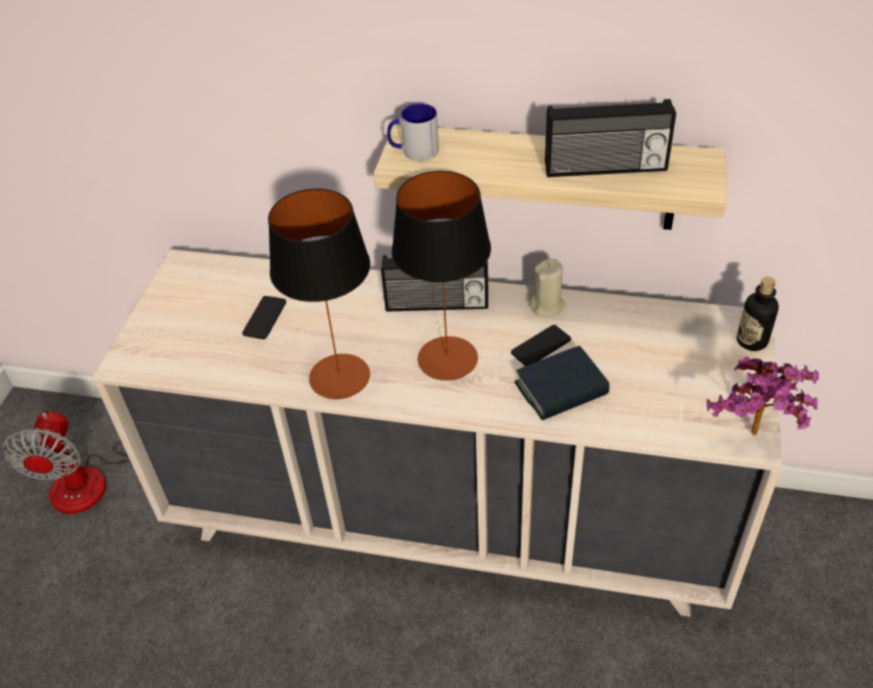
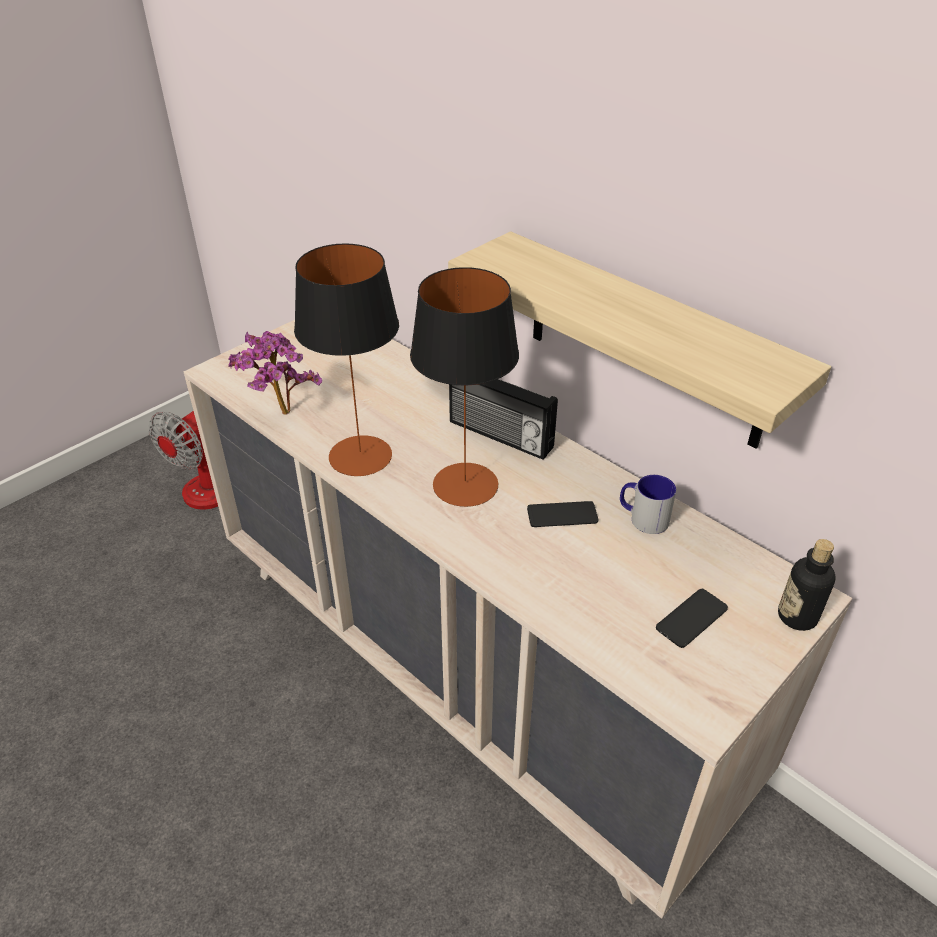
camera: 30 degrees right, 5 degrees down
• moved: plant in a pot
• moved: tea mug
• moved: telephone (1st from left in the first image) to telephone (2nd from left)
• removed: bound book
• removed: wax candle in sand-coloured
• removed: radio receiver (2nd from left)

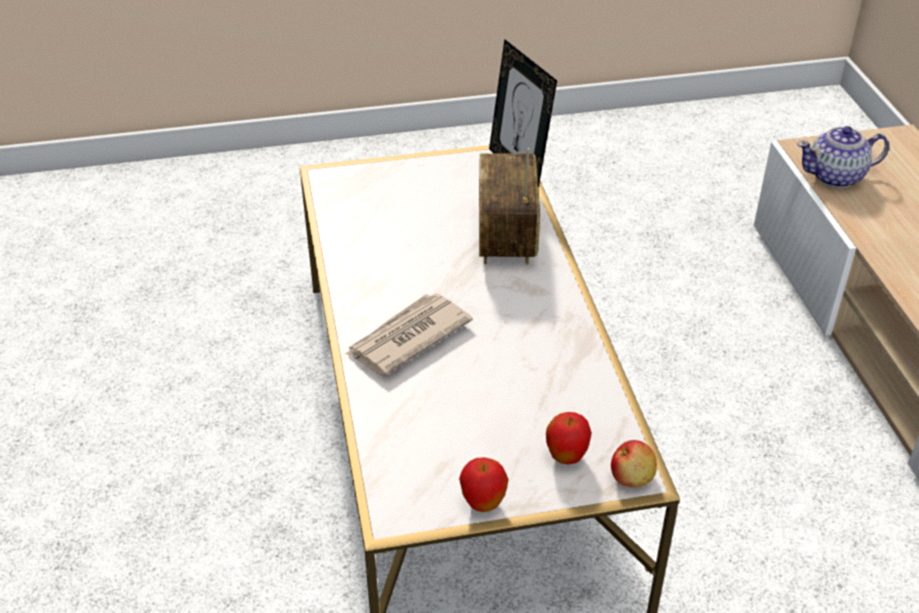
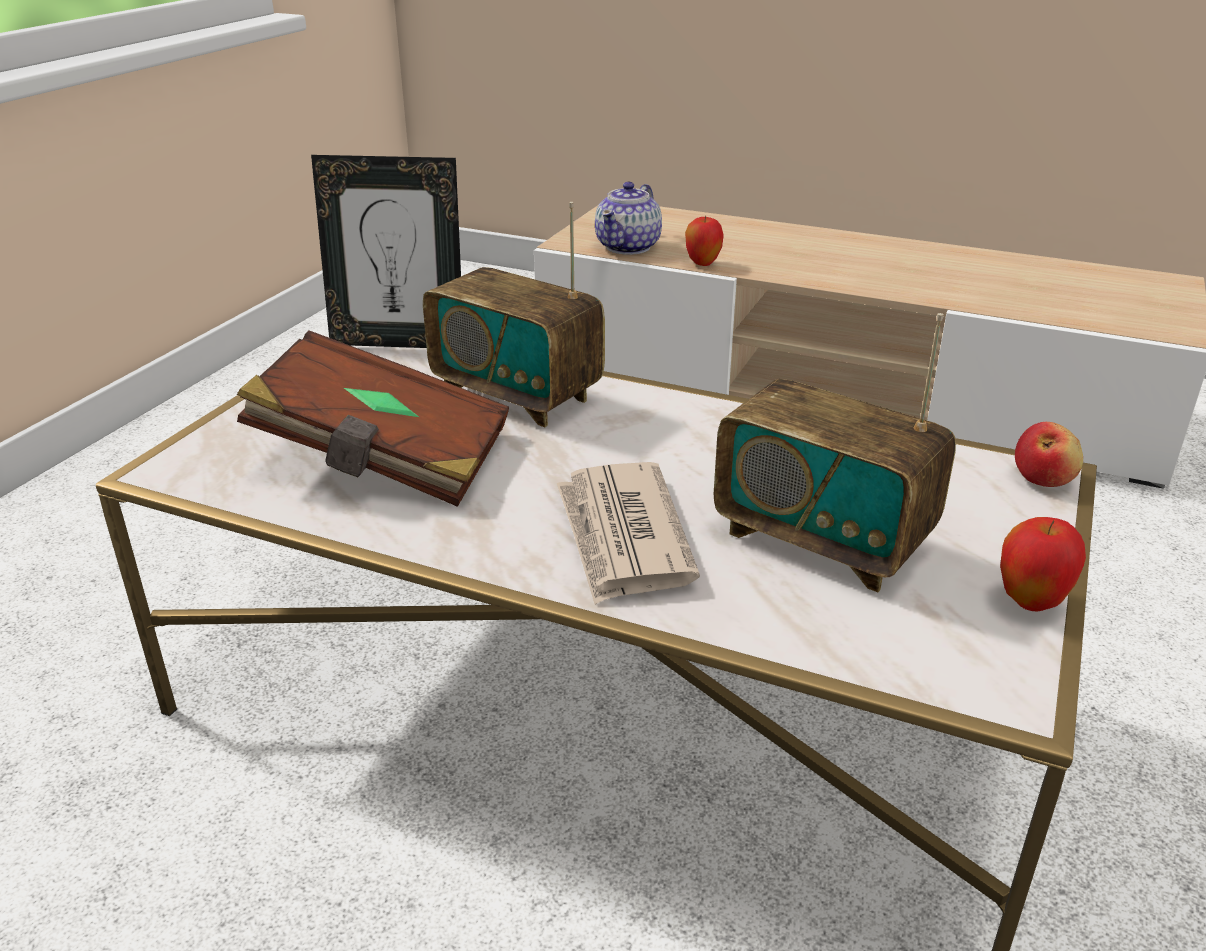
camera: 55 degrees left, 10 degrees down
• added: bound book in brownish
• moved: apple fruit (2nd from left in the first image) to apple fruit (1st from left)
• added: radio receiver (2nd from left)

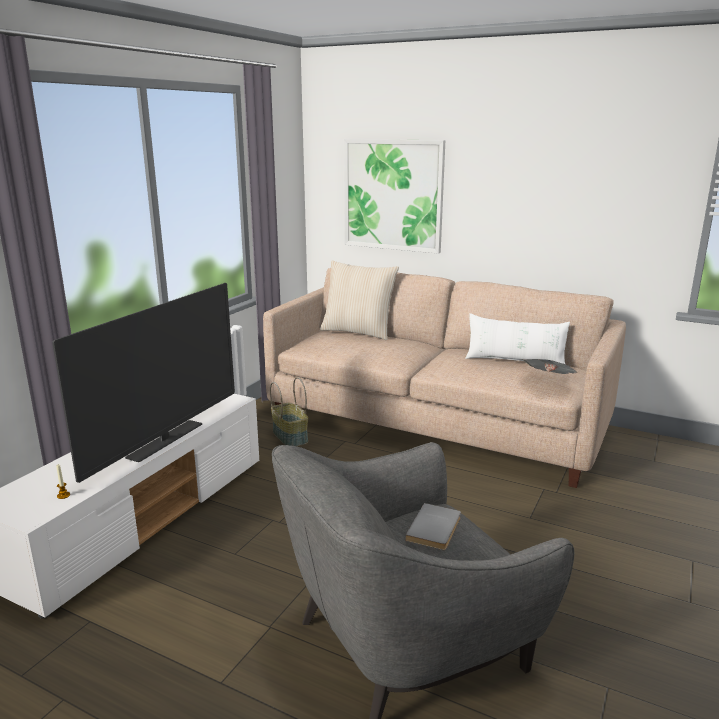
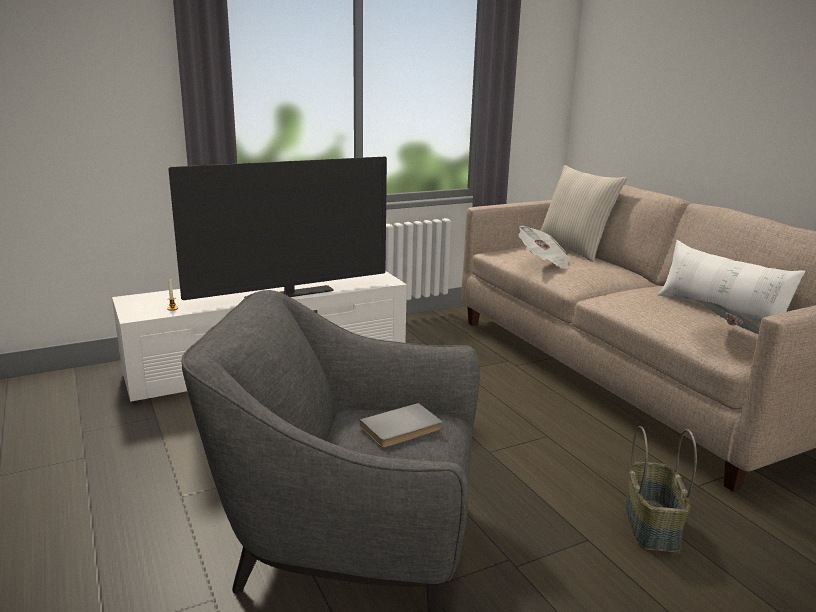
camera: 35 degrees right, 0 degrees up
• added: printed paper (1st from left)
• moved: household basket
• removed: picture

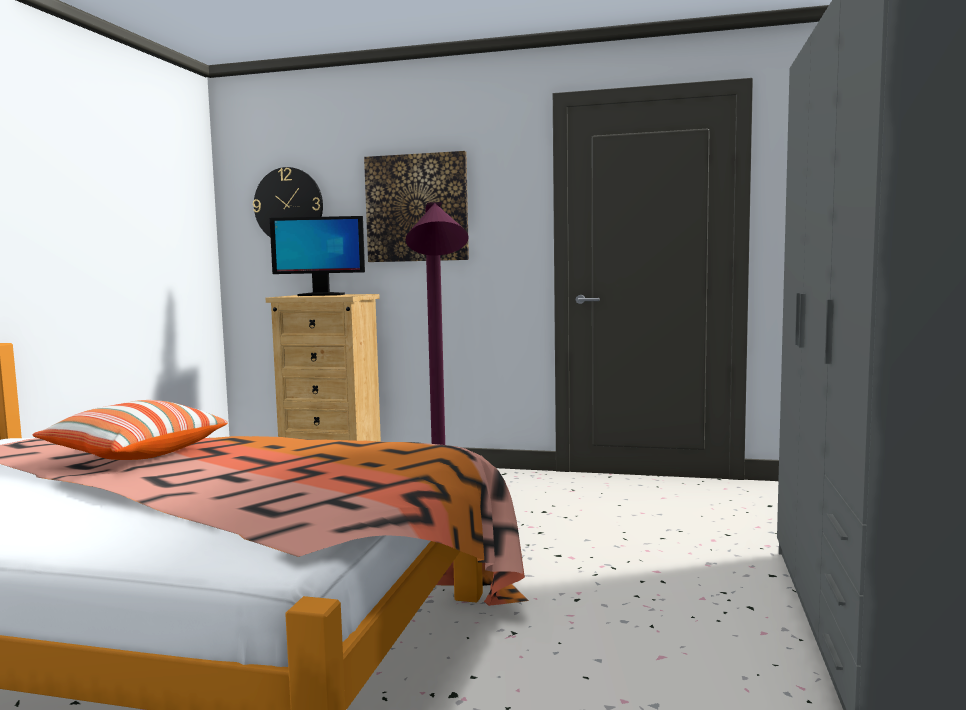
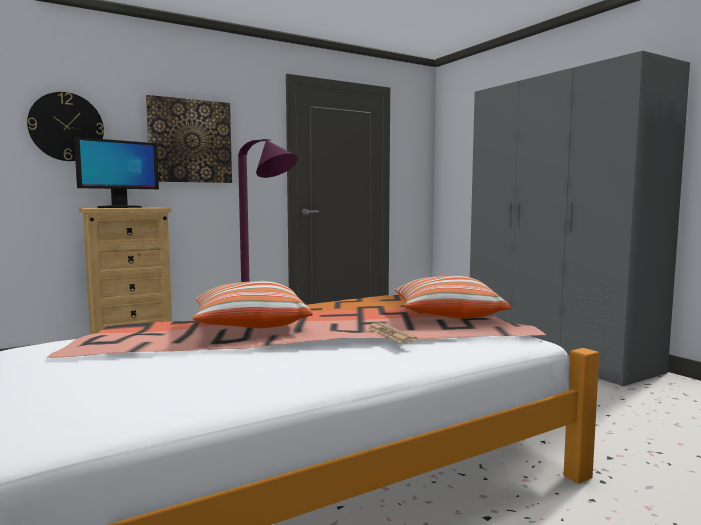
camera: 45 degrees left, 0 degrees up
• added: printed paper
• added: cushion (2nd from left)

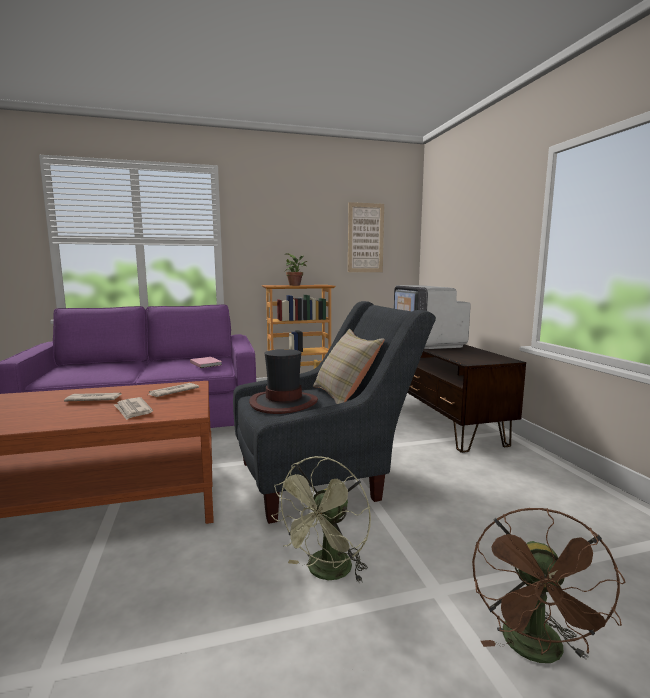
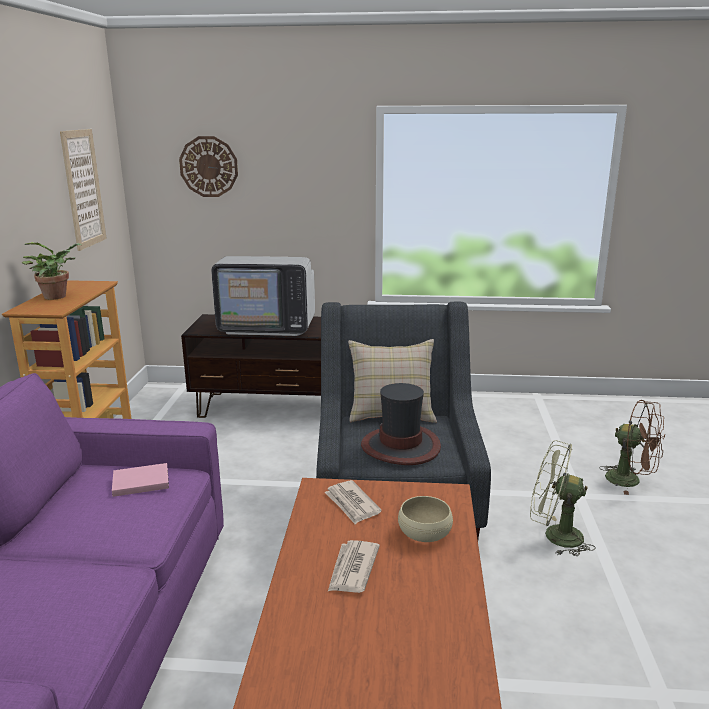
camera: 70 degrees left, 10 degrees up
• added: hanging clock
• replaced: printed paper (2nd from left) to bowl in sand-coloured
• turned: electric fan in green-coloured 150 degrees clockwise

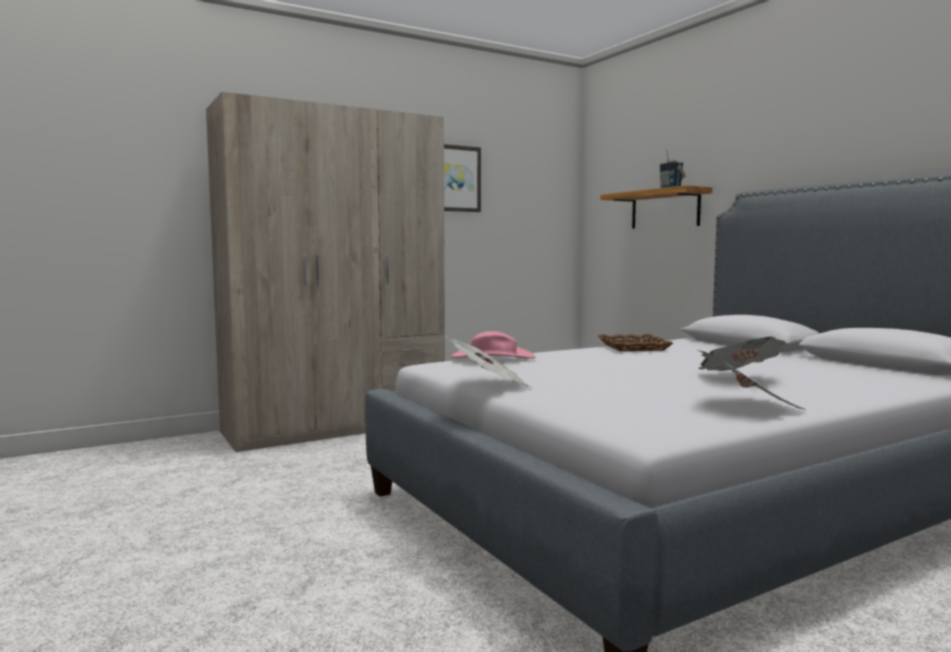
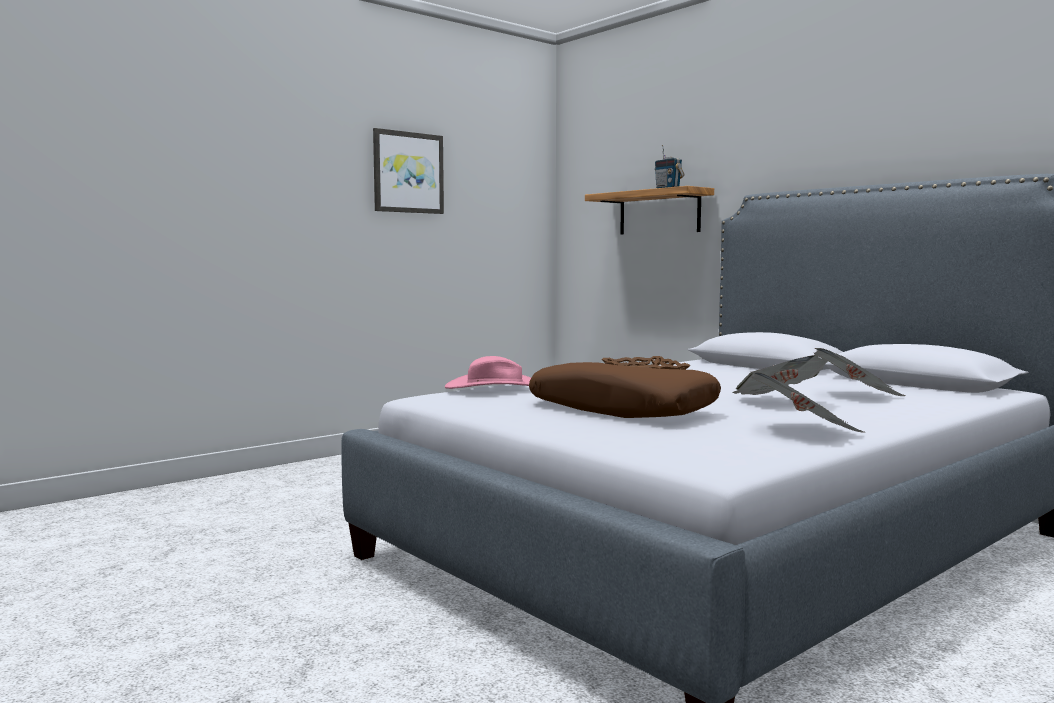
camera: 10 degrees left, 0 degrees up
• added: cushion in brownish
• moved: printed paper (1st from left in the first image) to printed paper (3rd from left)
• removed: armoire in sand-coloured

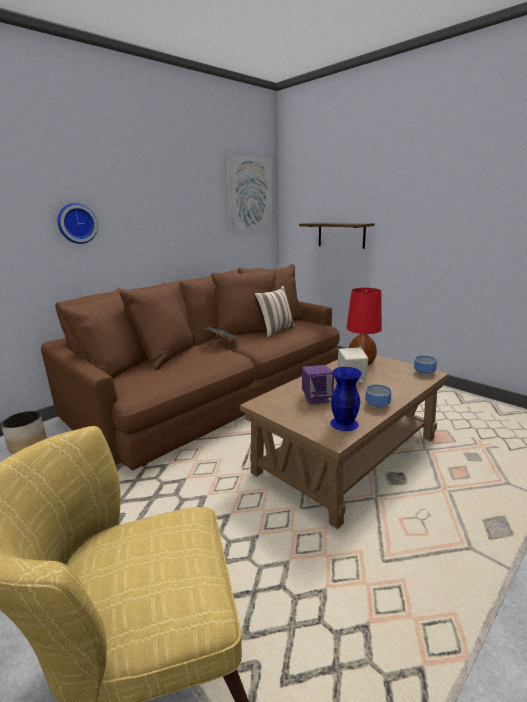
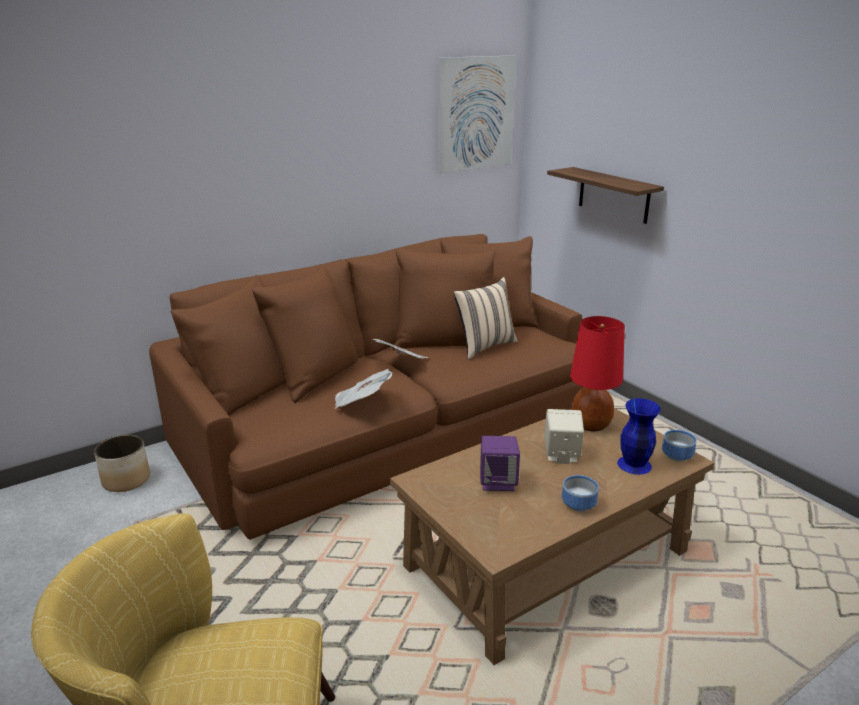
camera: 10 degrees right, 5 degrees up
• added: printed paper (1st from left)
• moved: vase in blue
• removed: hanging clock

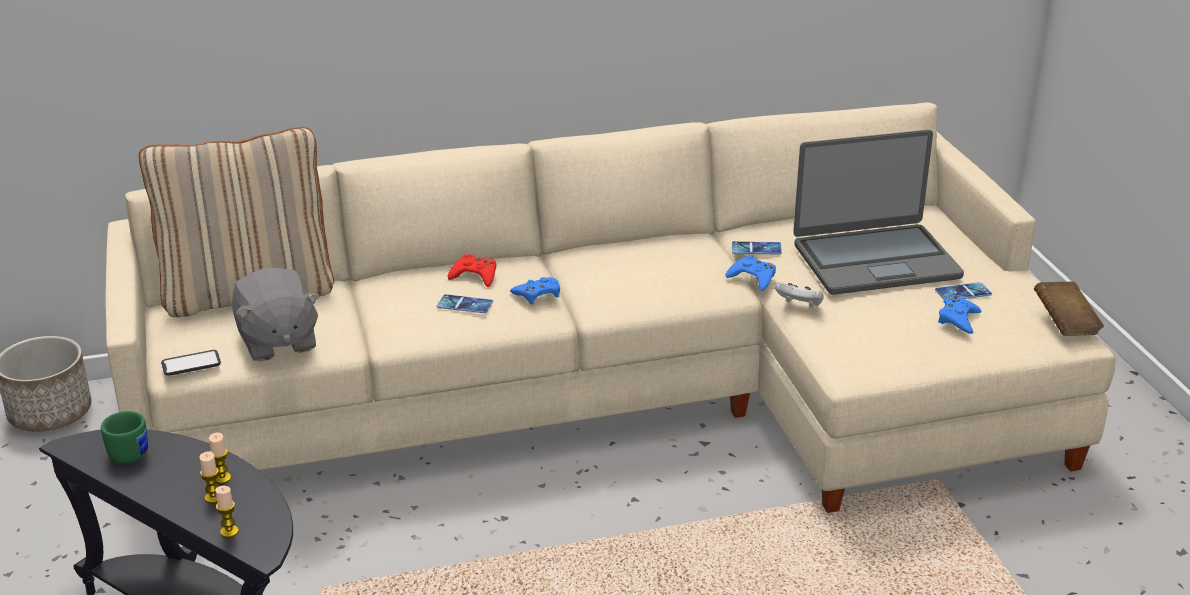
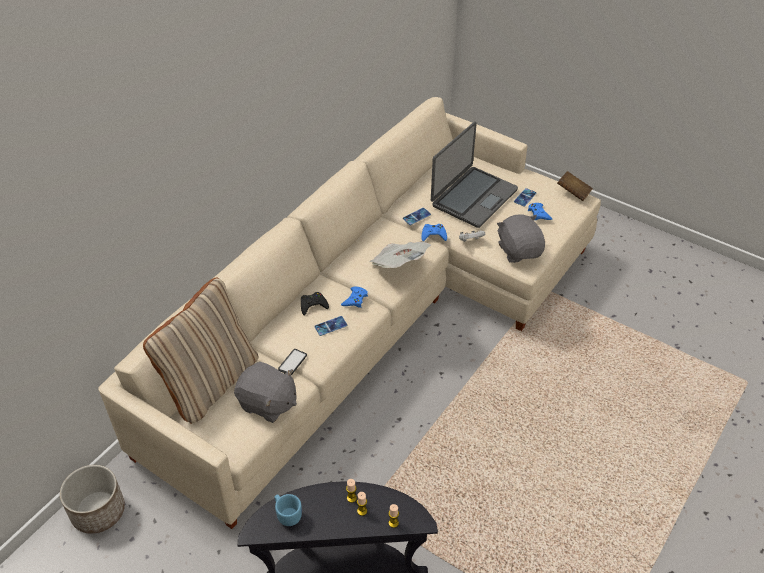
camera: 40 degrees left, 15 degrees up
• recoloured: tea mug in green-coloured to tea mug in blue
• moved: telephone (1st from left)
• recoloured: joypad in reddish to joypad in black
• added: printed paper
• added: soft toy in gray (2nd from left)

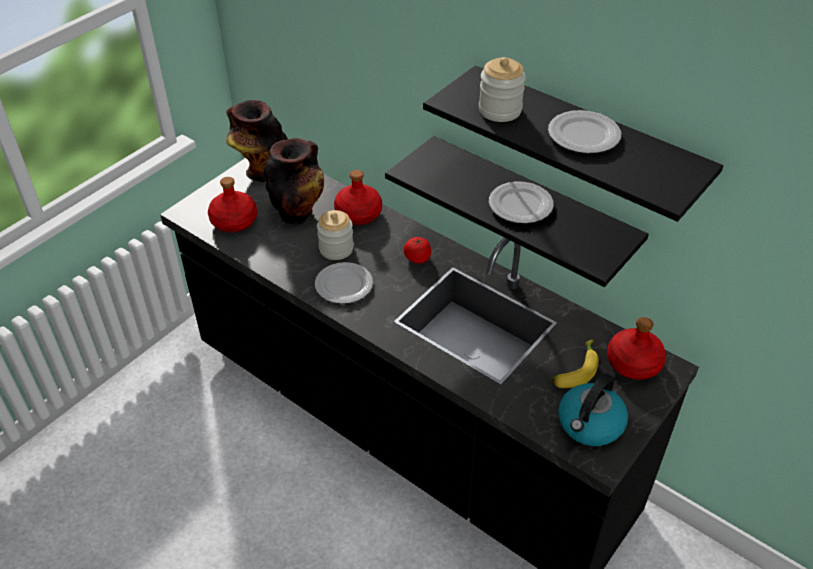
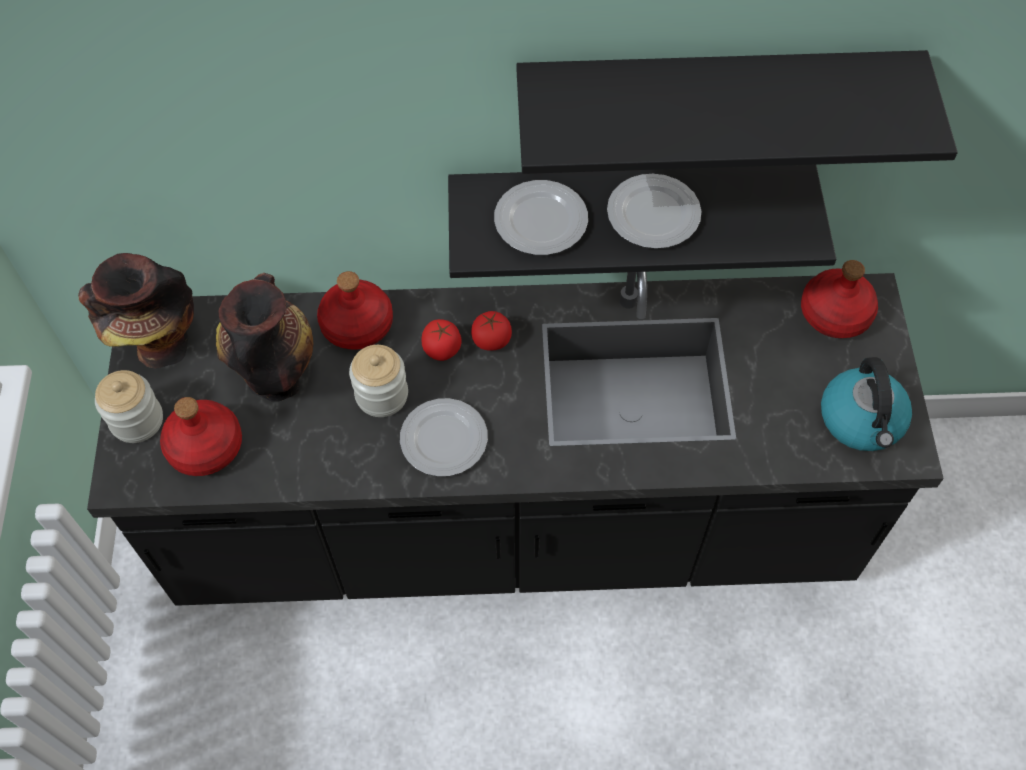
camera: 40 degrees left, 15 degrees up
• moved: storage jar (2nd from left in the first image) to storage jar (1st from left)
• added: fresh tomato (1st from left)
• moved: plate (3rd from left in the first image) to plate (2nd from left)
• removed: banana

